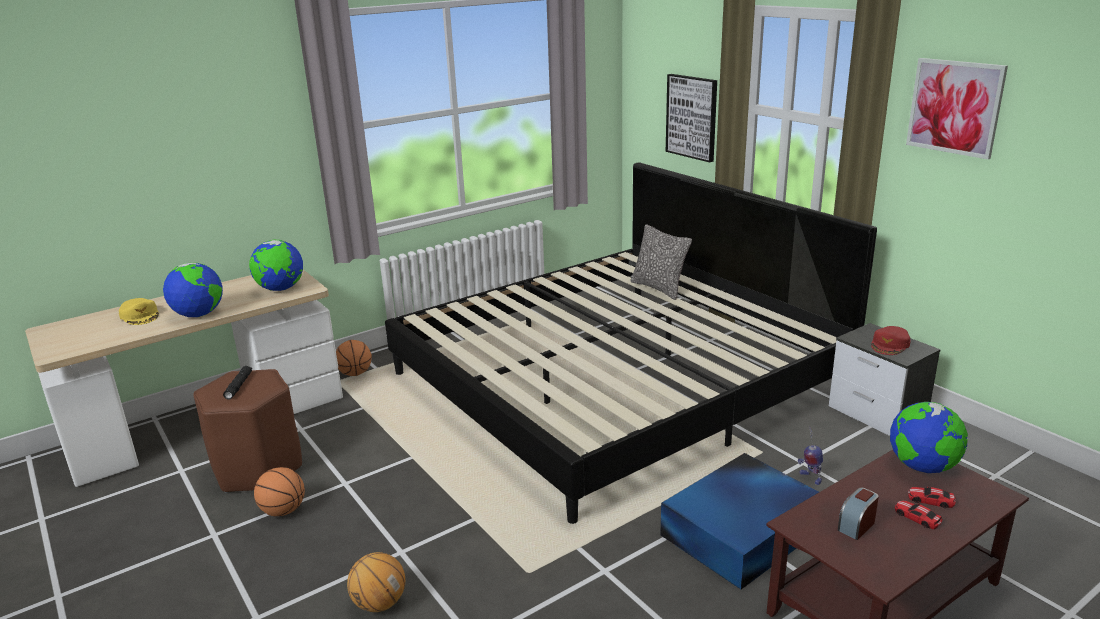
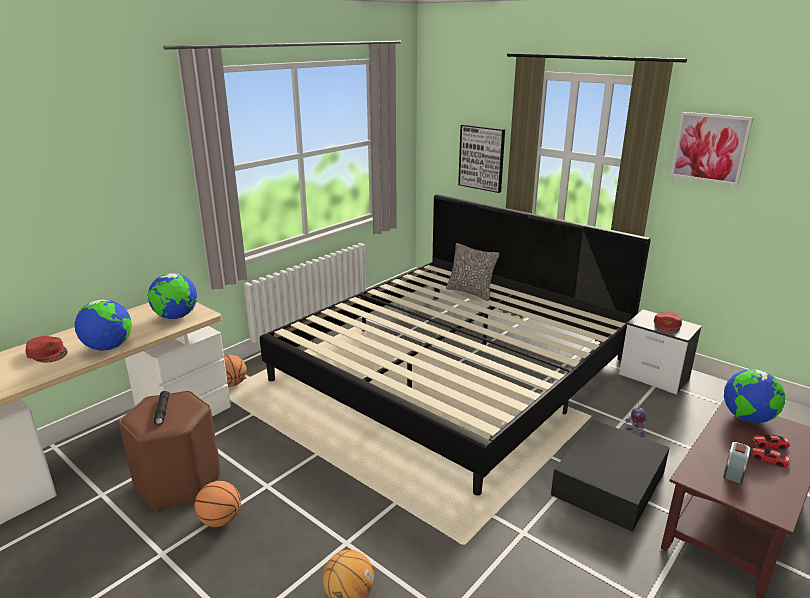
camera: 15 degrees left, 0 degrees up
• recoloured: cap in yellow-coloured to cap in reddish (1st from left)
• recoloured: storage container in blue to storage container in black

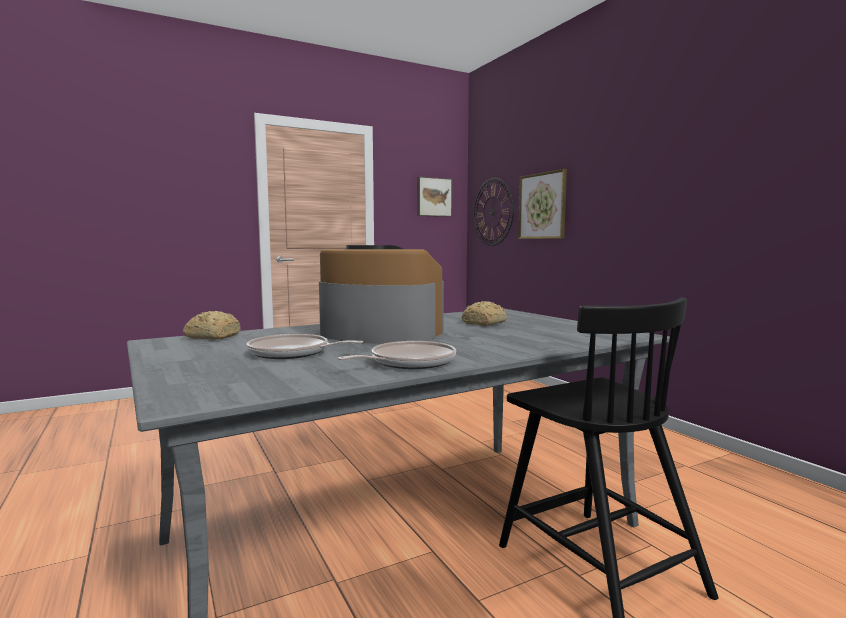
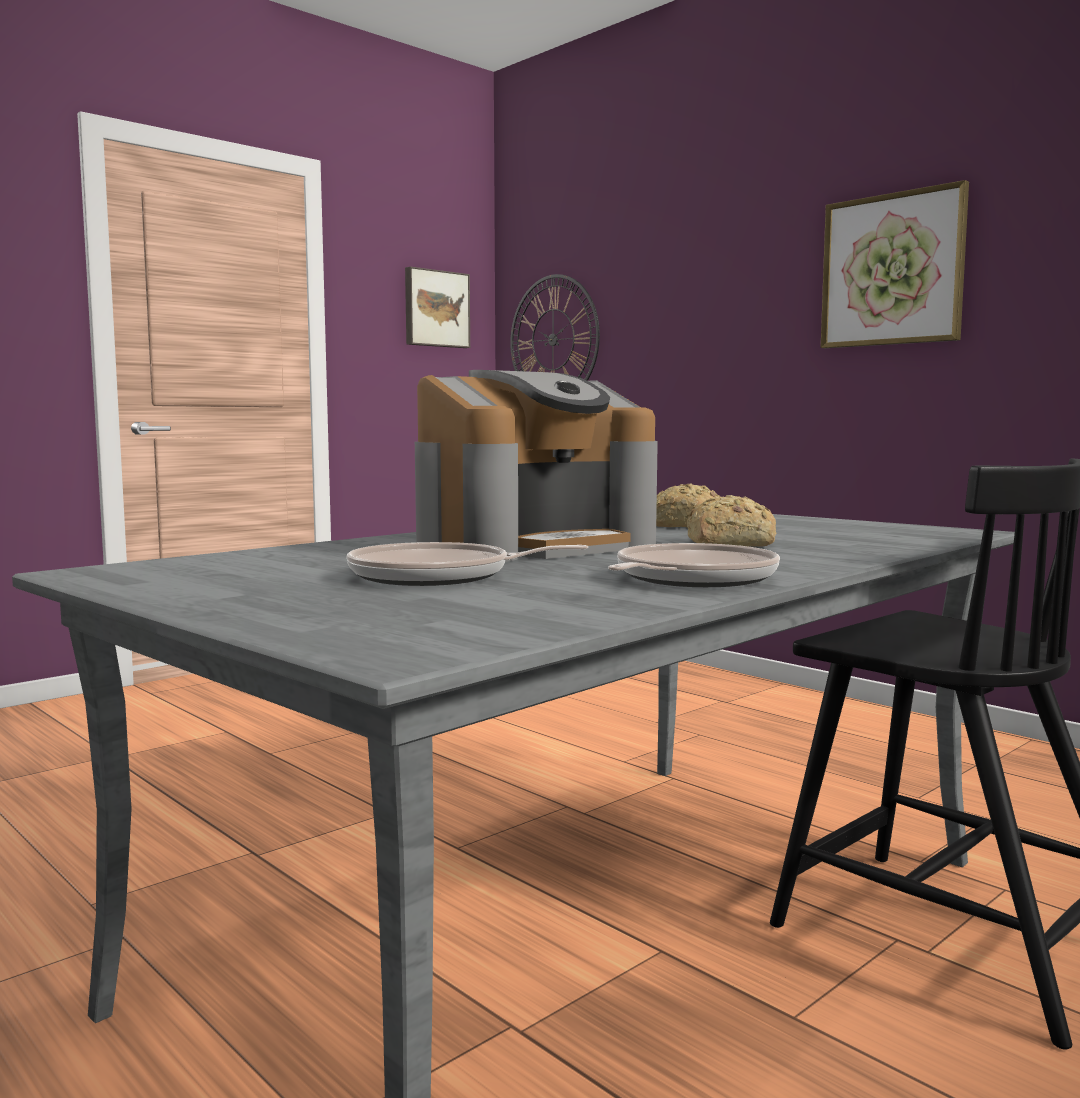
camera: 15 degrees left, 0 degrees up
• turned: coffee brewer 135 degrees clockwise
• moved: baked bread (1st from left in the first image) to baked bread (2nd from left)
• moved: picture (2nd from left)

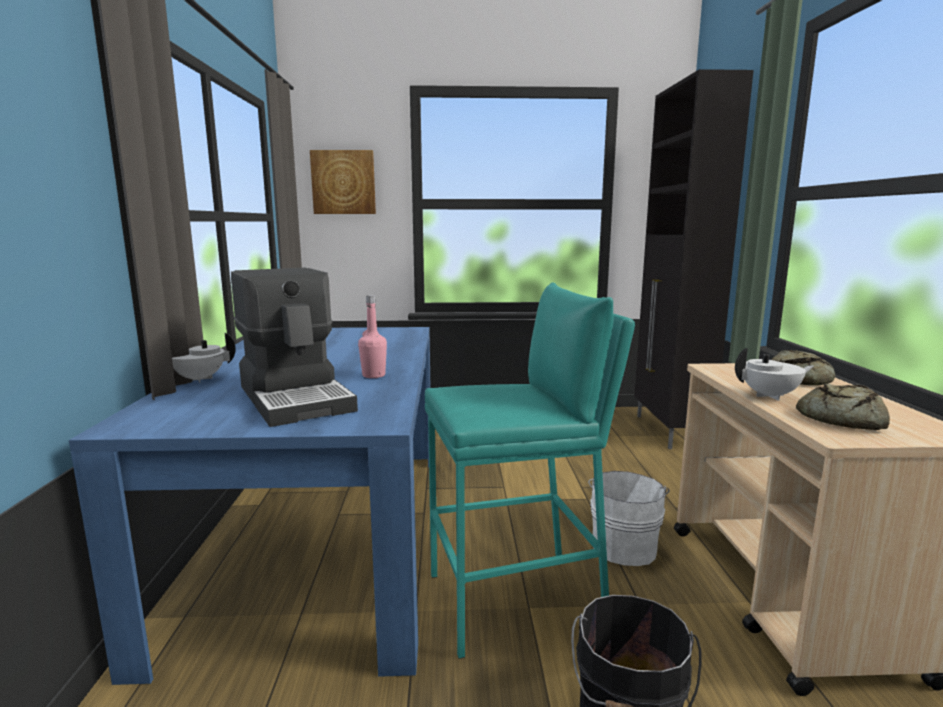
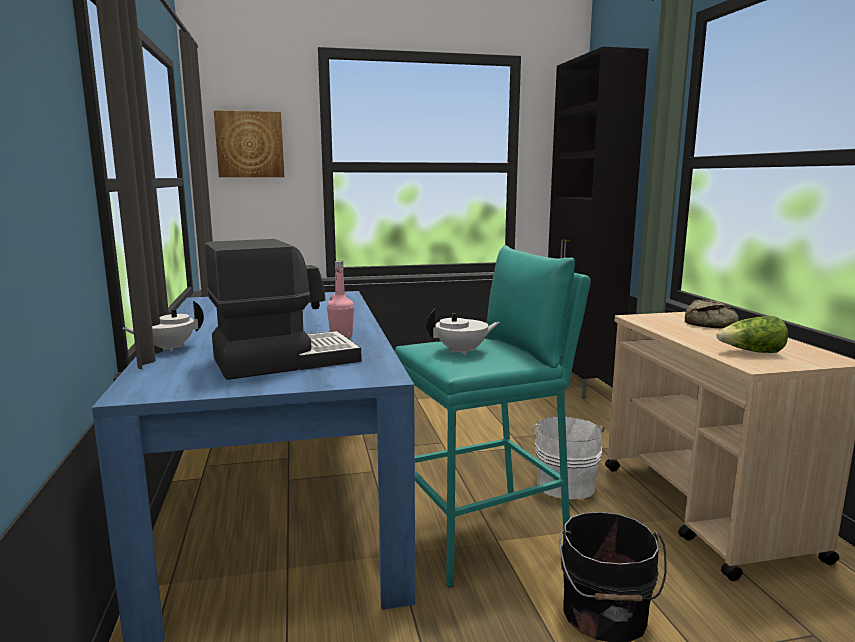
camera: 10 degrees left, 0 degrees up
• turned: coffee brewer 75 degrees counterclockwise
• moved: pot for tea in white-coloured (2nd from left)
• replaced: baked bread (2nd from left) to head of lettuce

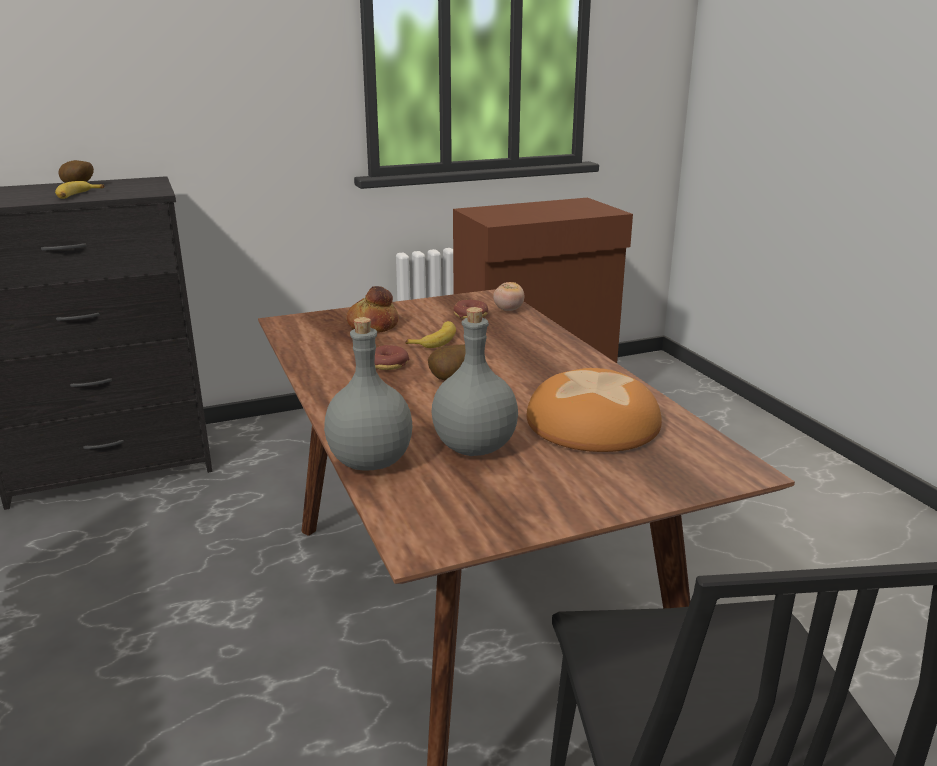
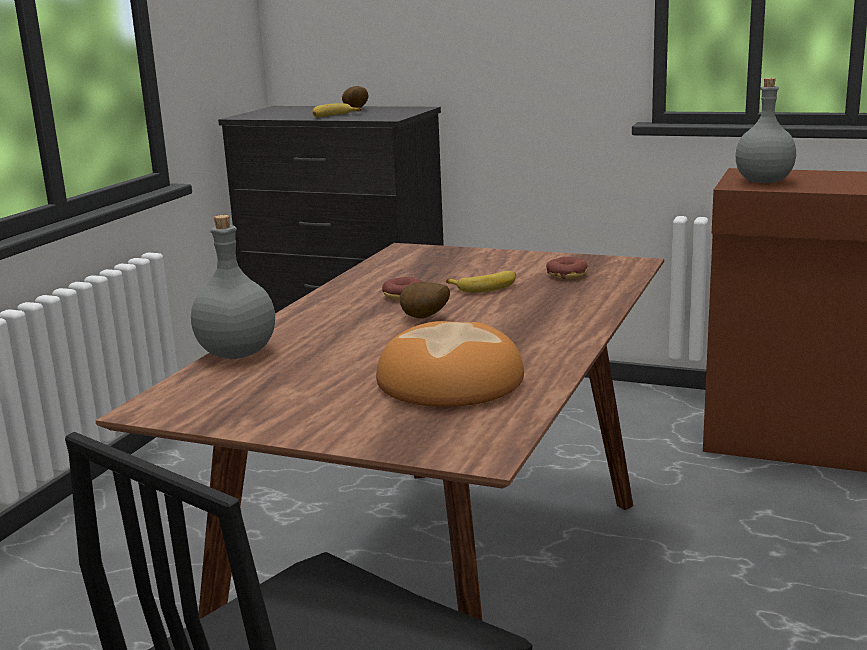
camera: 45 degrees right, 5 degrees down
• moved: beverage bottle in gray (2nd from left)
• removed: baked bread (1st from left)
• removed: fresh tomato

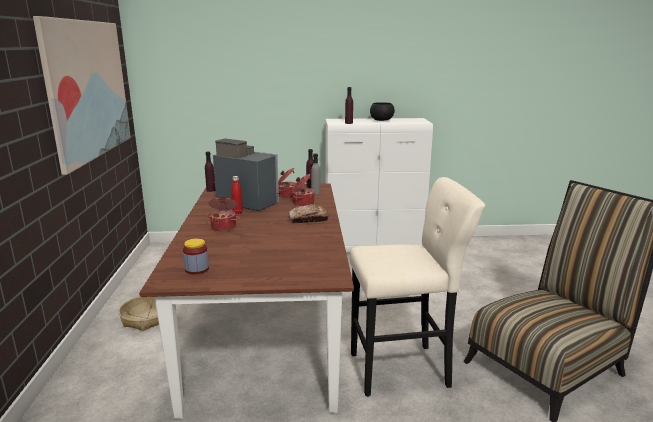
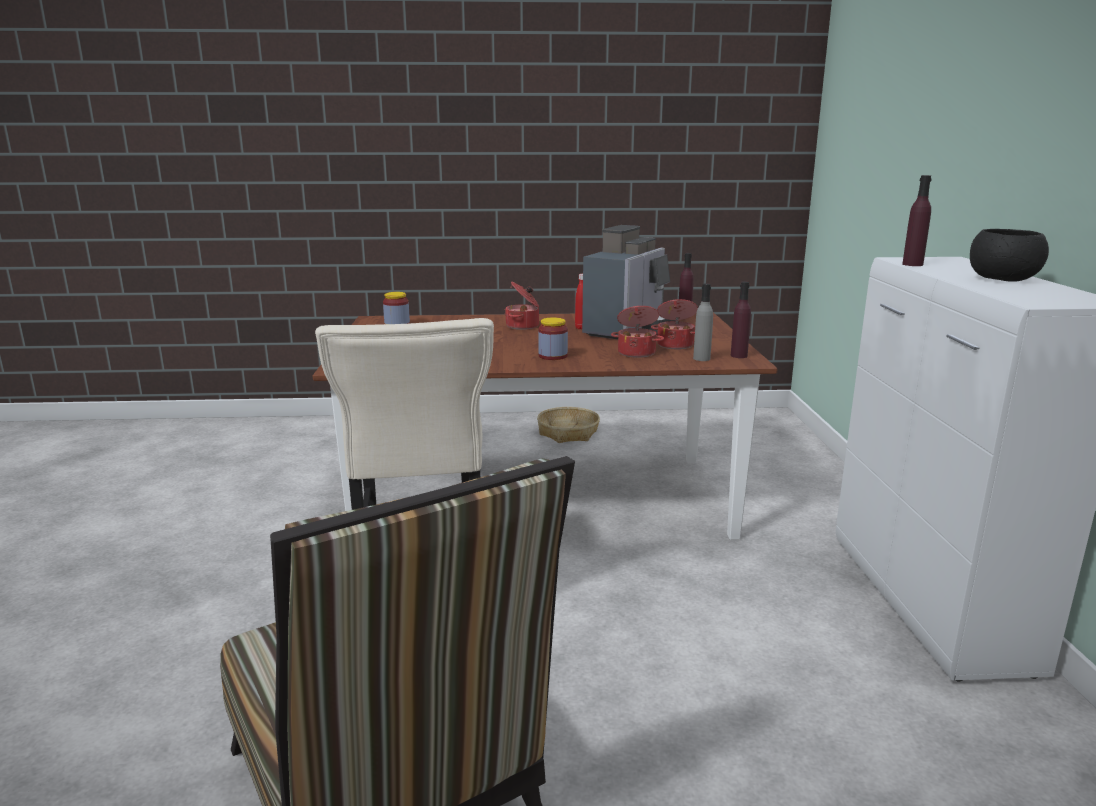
camera: 90 degrees right, 0 degrees up
• replaced: baked bread to storage jar (2nd from left)
• removed: picture

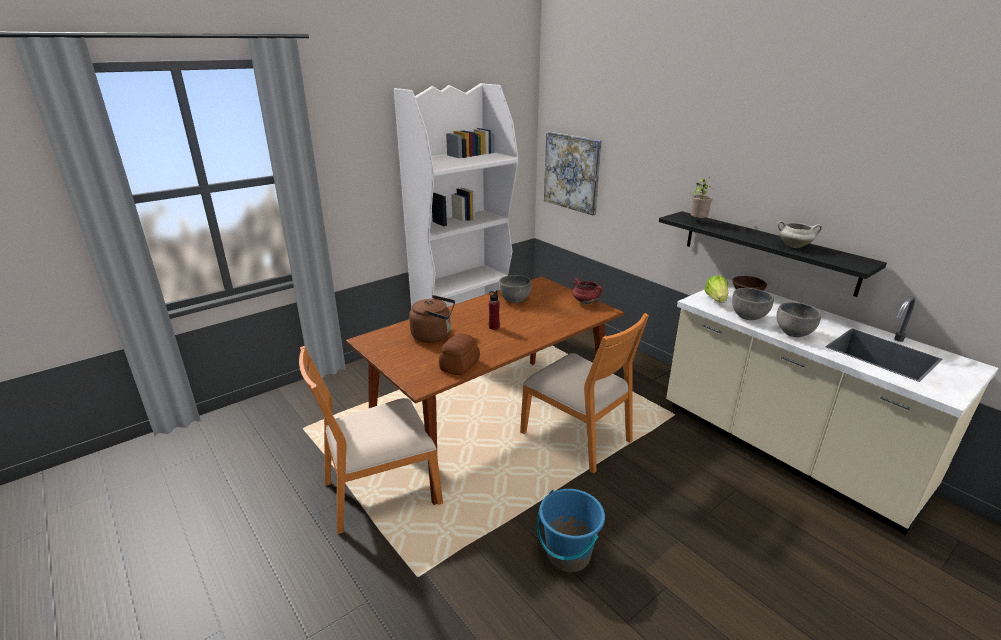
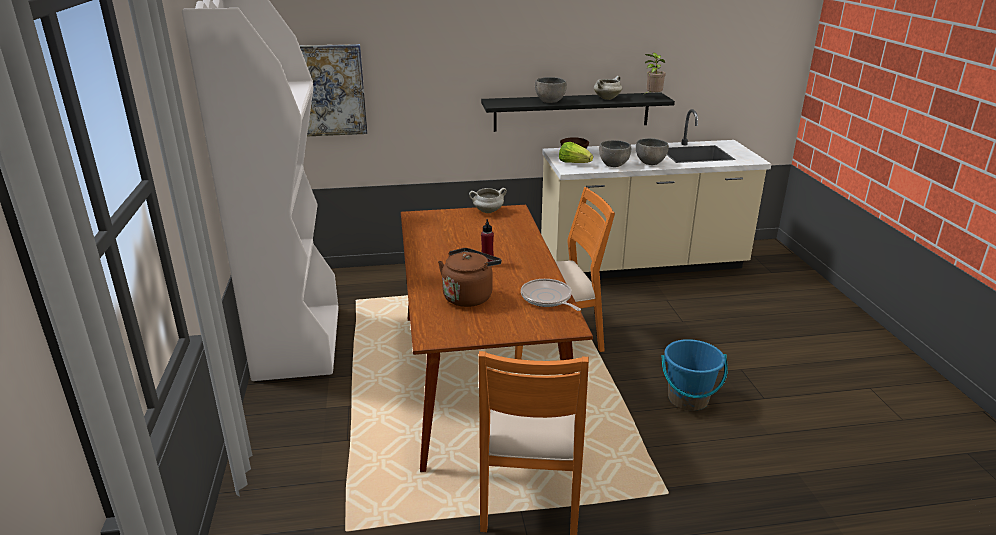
camera: 60 degrees left, 0 degrees up
• recoloured: cooking pot in reddish to cooking pot in white-coloured (1st from left)
• replaced: baked bread to skillet
• moved: bowl in gray (1st from left)
• moved: plant in a pot

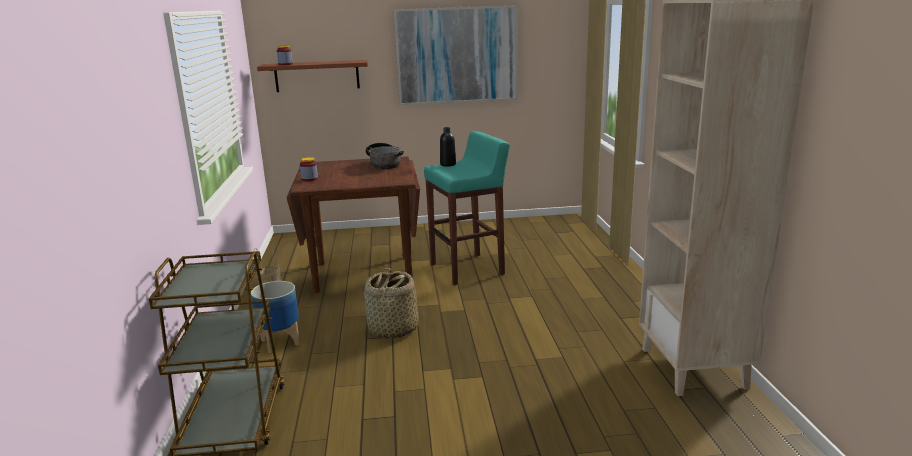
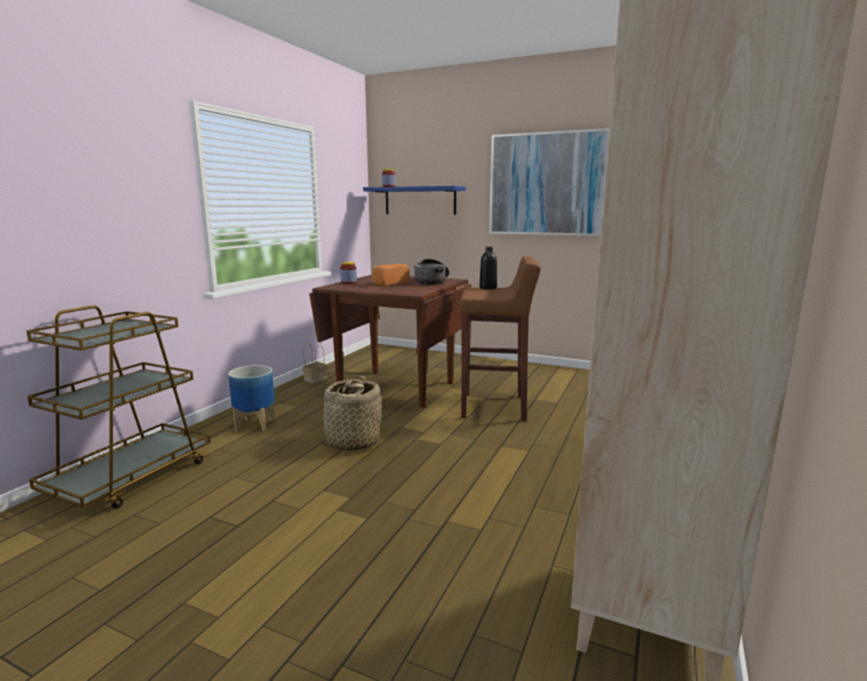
camera: 30 degrees right, 5 degrees down
• recoloured: bracket shelf in brownish to bracket shelf in blue
• added: baked bread
• recoloured: sitting stool in turquoise-coloured to sitting stool in brownish

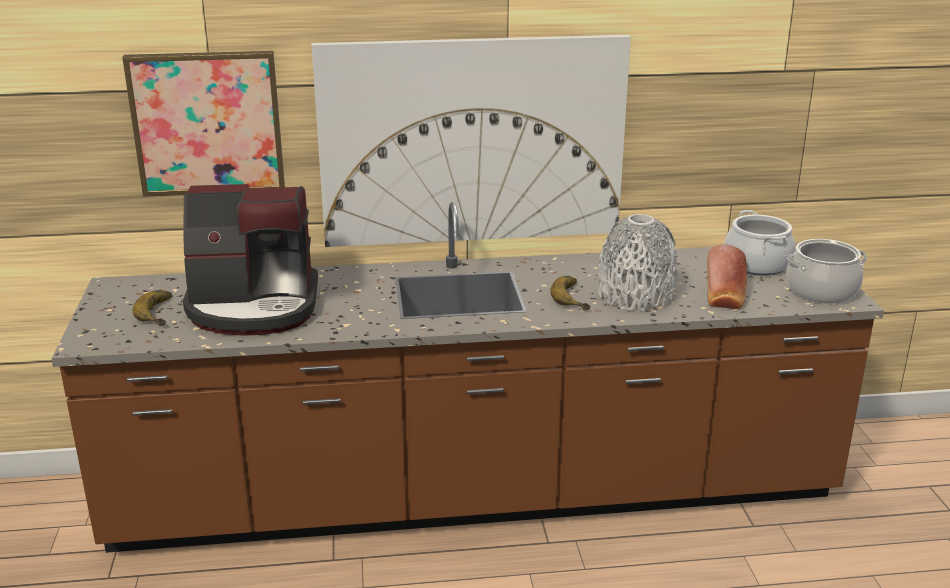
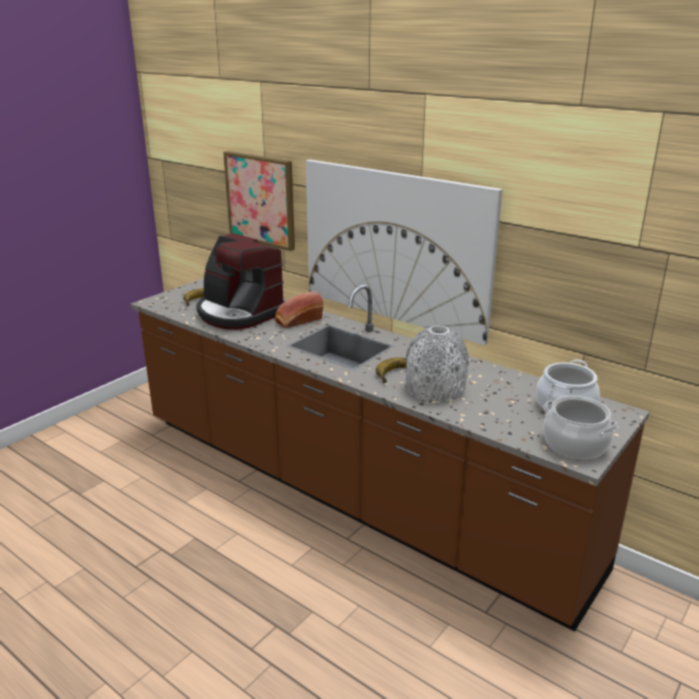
camera: 45 degrees right, 0 degrees up
• moved: baked bread

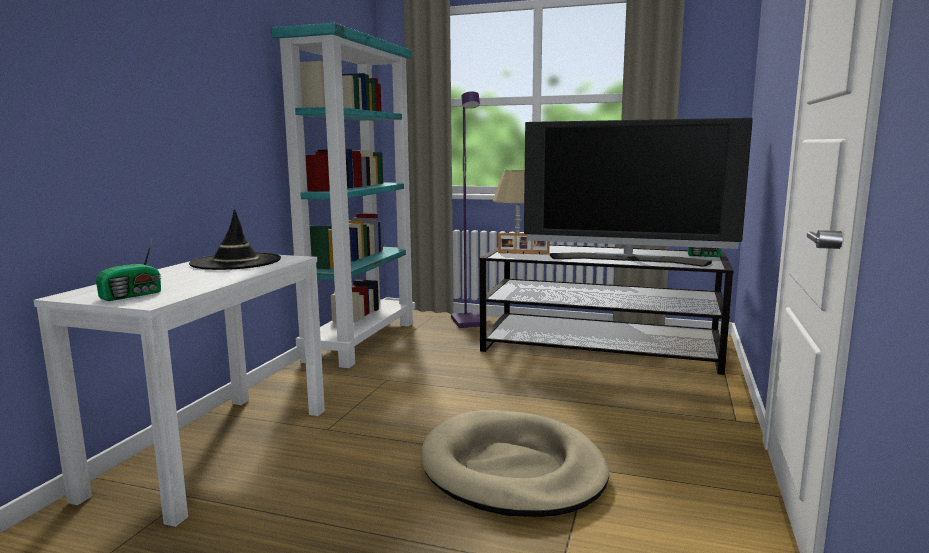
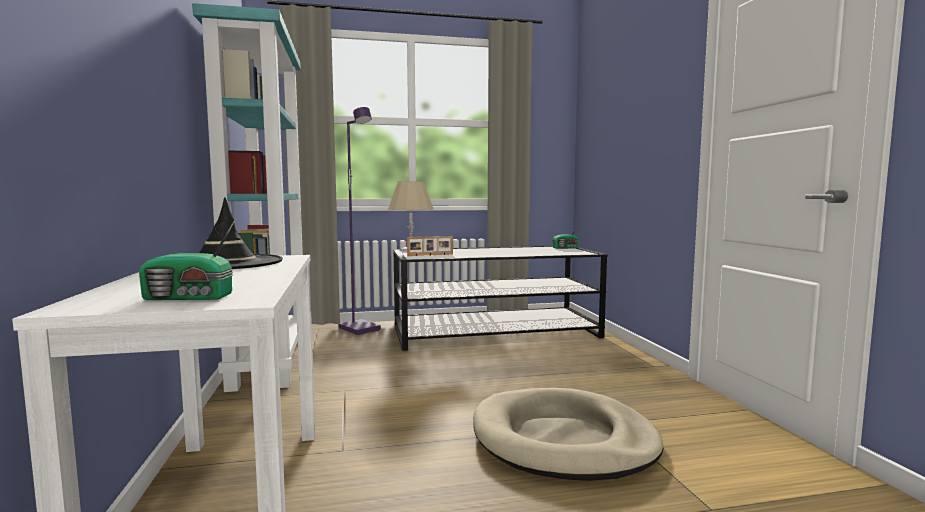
camera: 30 degrees left, 5 degrees down
• turned: radio receiver (1st from left) 75 degrees clockwise
• removed: TV

